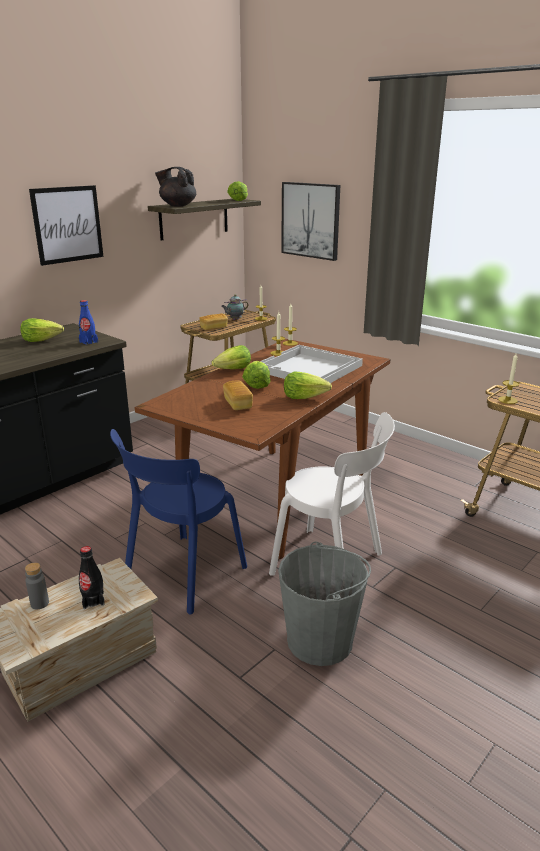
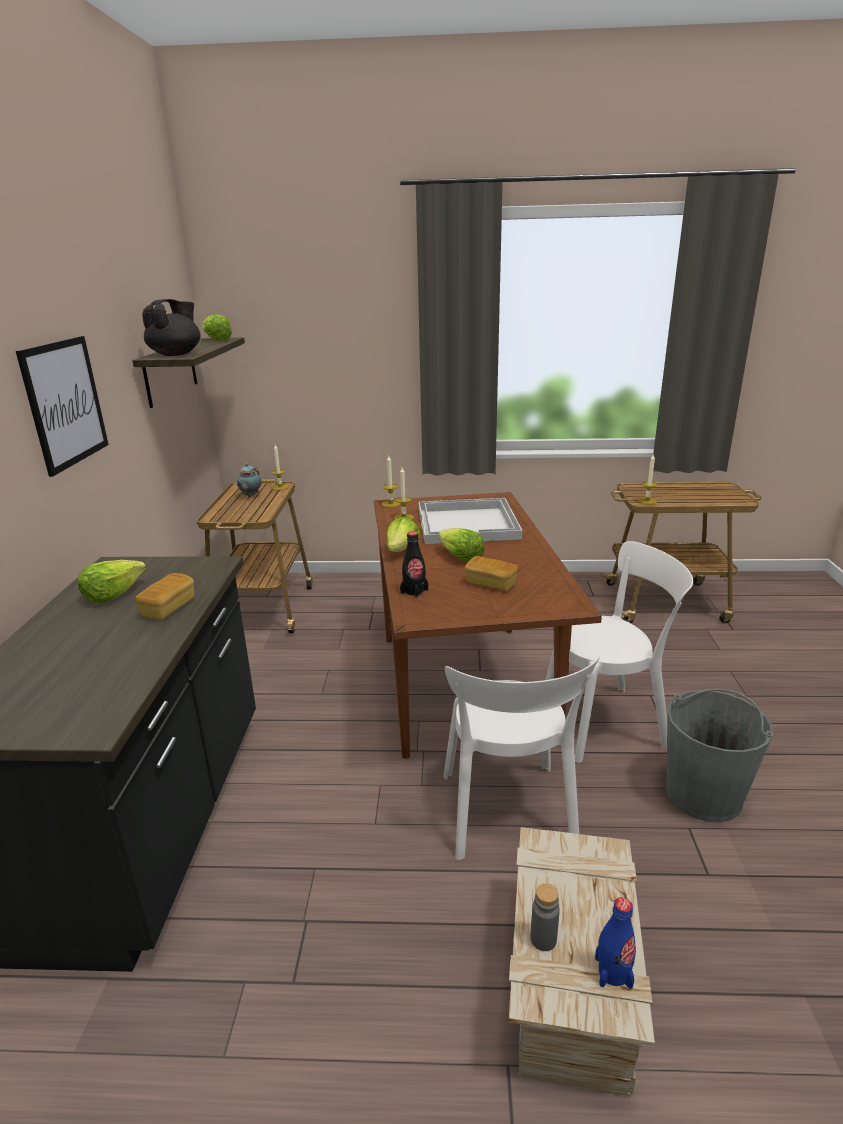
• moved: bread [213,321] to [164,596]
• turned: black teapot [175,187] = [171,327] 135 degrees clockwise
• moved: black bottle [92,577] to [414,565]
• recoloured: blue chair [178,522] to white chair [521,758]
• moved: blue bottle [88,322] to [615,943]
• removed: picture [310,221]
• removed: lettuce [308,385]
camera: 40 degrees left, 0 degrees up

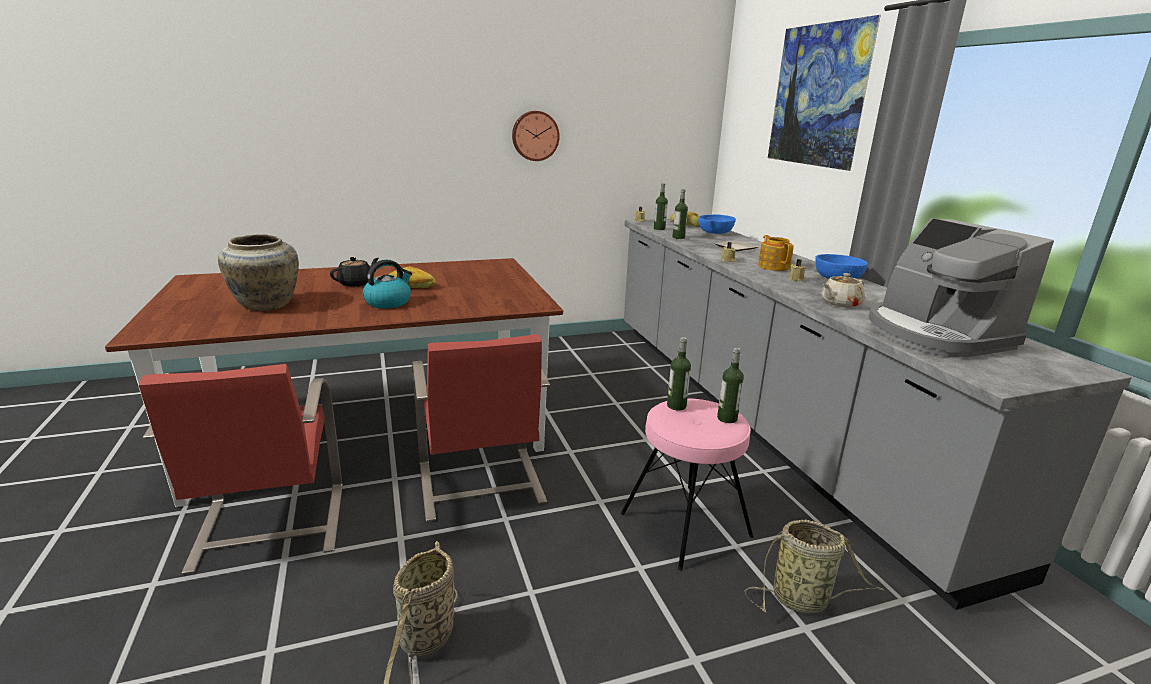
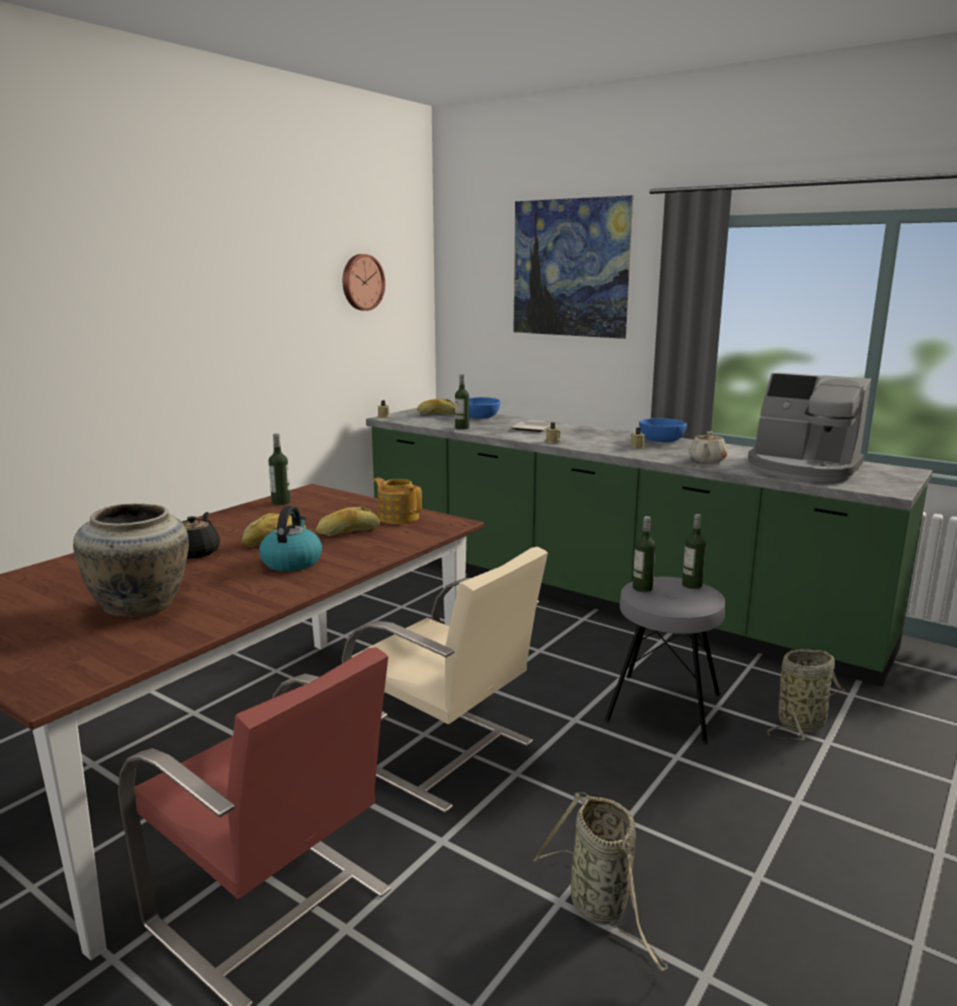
• moved: bottle [661,206] to [280,469]
• added: bread [348,521]
• recoloured: red chair [481,428] to beige chair [445,680]
• moved: wall clock [536,136] to [364,282]
• recoloured: grey counter [878,414] to green counter [649,547]
• moved: teapot [776,253] to [398,501]
• recoloured: pink stool [687,484] to grey stool [665,660]
camera: 35 degrees left, 5 degrees down

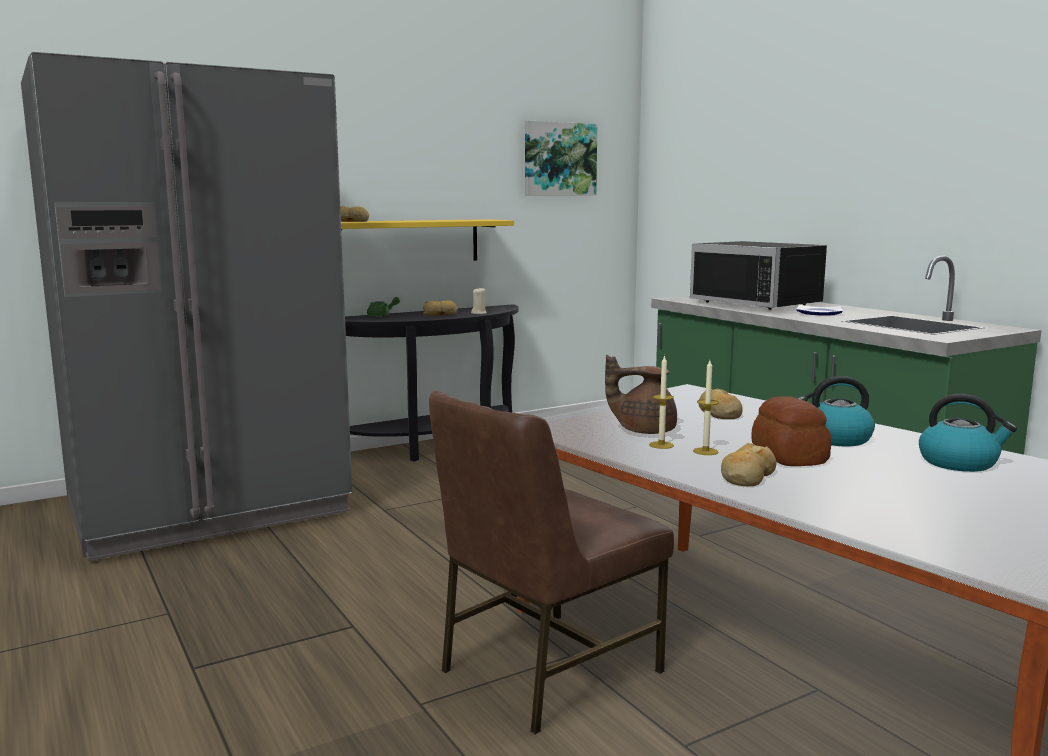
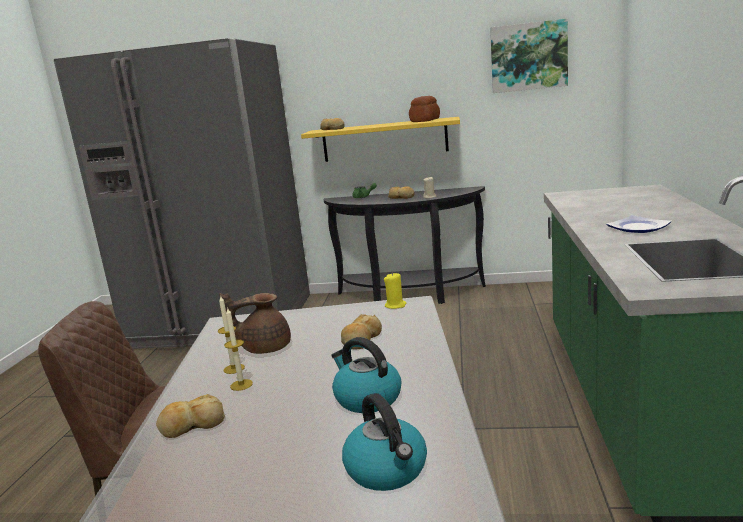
• turned: brown teapot [641,394] = [255,323] 60 degrees counterclockwise
• added: yellow candle [395,290]
• moved: bread [791,431] to [424,109]
• removed: black microwave [758,275]
camera: 40 degrees right, 5 degrees up

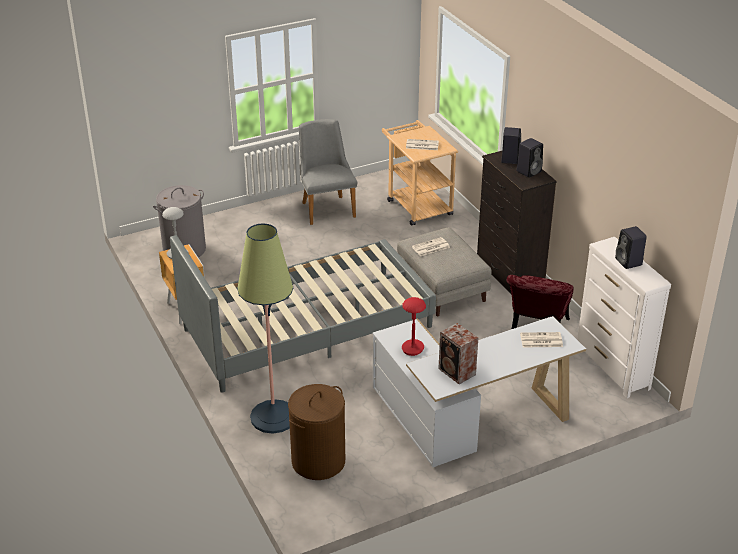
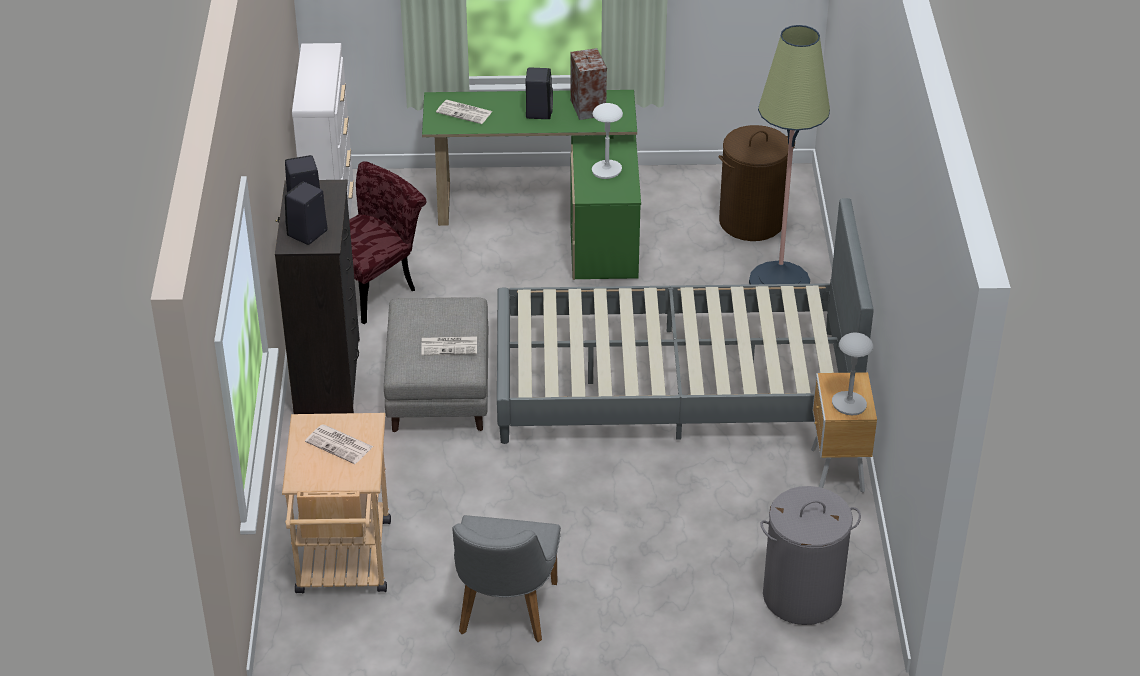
• recoloured: white desk [479,391] to green desk [531,185]
• moved: black speaker [631,247] to [539,93]
• recoloured: red table lamp [414,326] to white table lamp [607,141]
camera: 155 degrees left, 5 degrees up

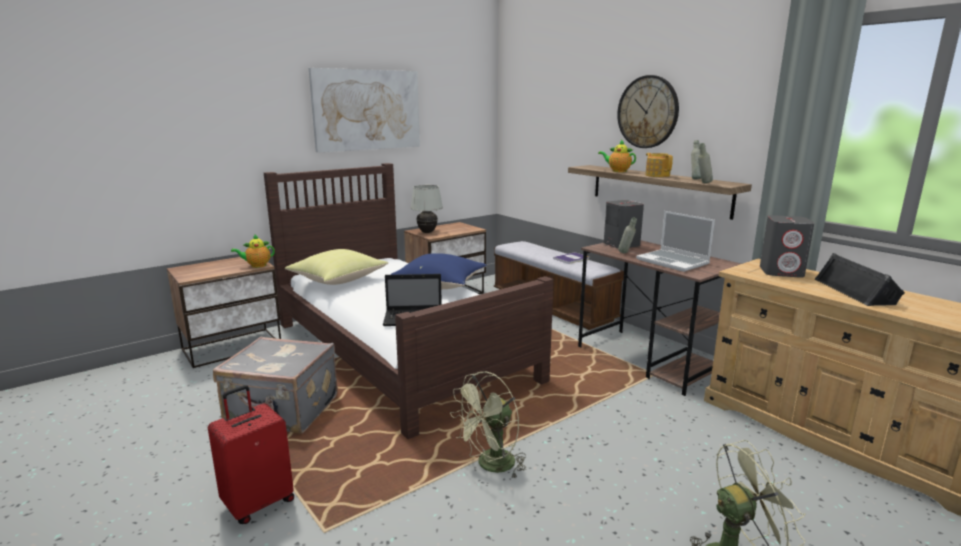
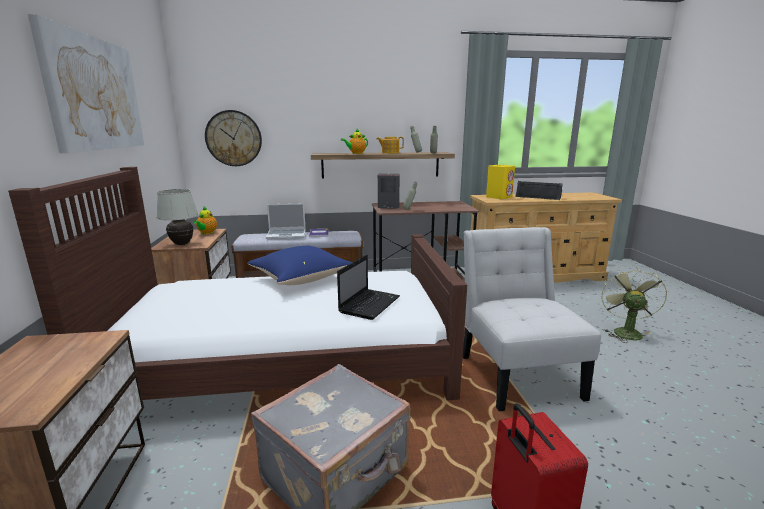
• moved: teapot [253,251] to [205,220]
• moved: wall clock [648,111] to [233,138]
• moved: laptop [675,241] to [286,221]
• replaced: green fan [488,424] to white chair [532,319]
• recoloured: grey speaker [787,246] to yellow speaker [500,182]
• removed: yellow pillow [336,267]
camera: 60 degrees left, 0 degrees up

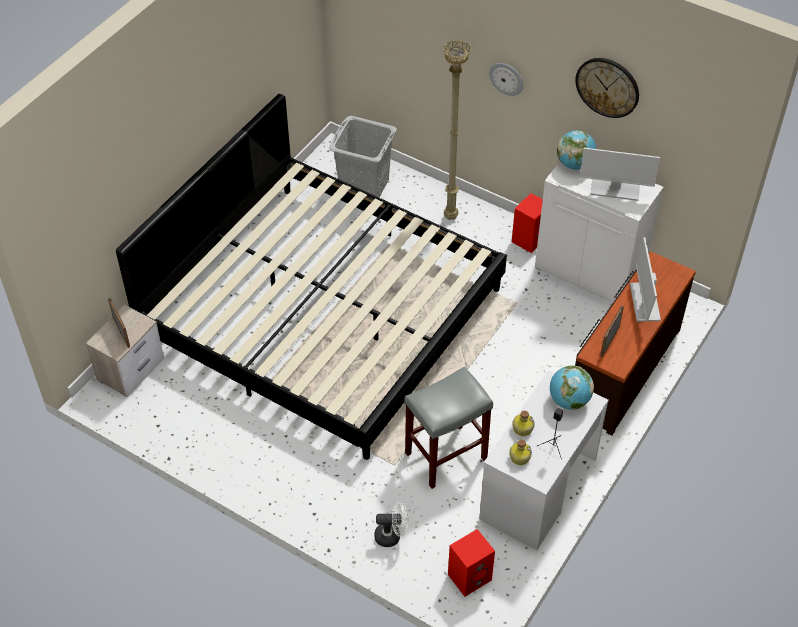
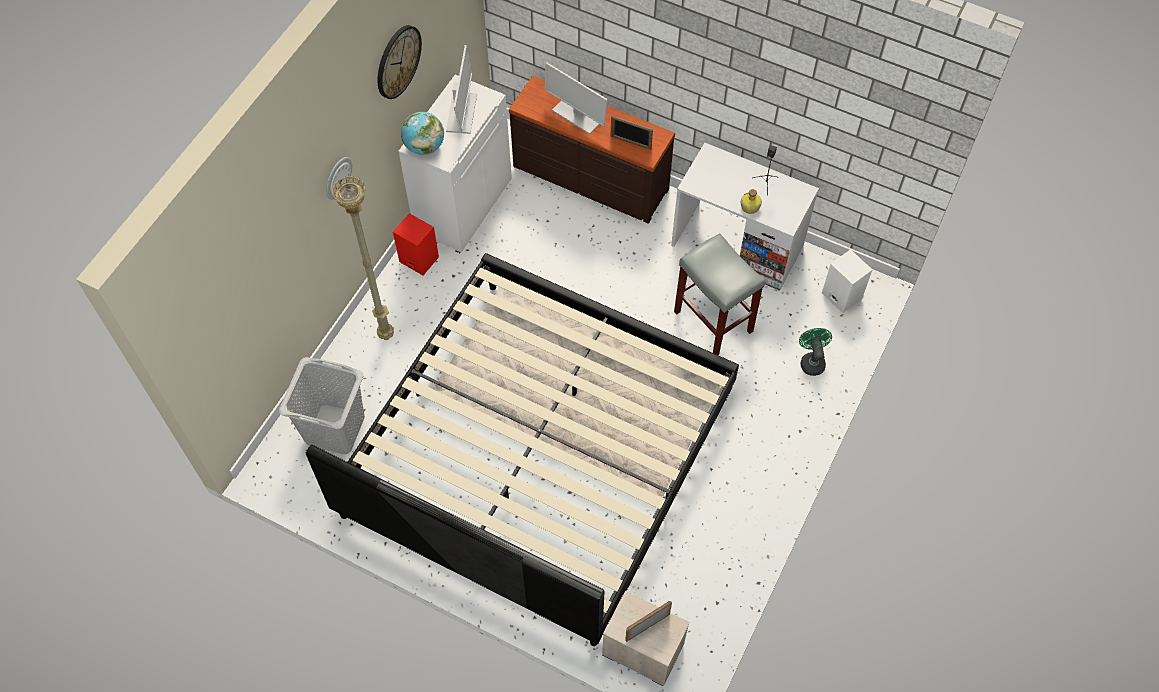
• turned: monitor [645,279] = [576,98] 45 degrees clockwise
• recoloured: white fan [391,524] to green fan [815,352]
• recoloured: red speaker [471,563] to white speaker [847,281]
• removed: bottle [520,452]
• removed: globe [572,388]
camera: 95 degrees left, 10 degrees up

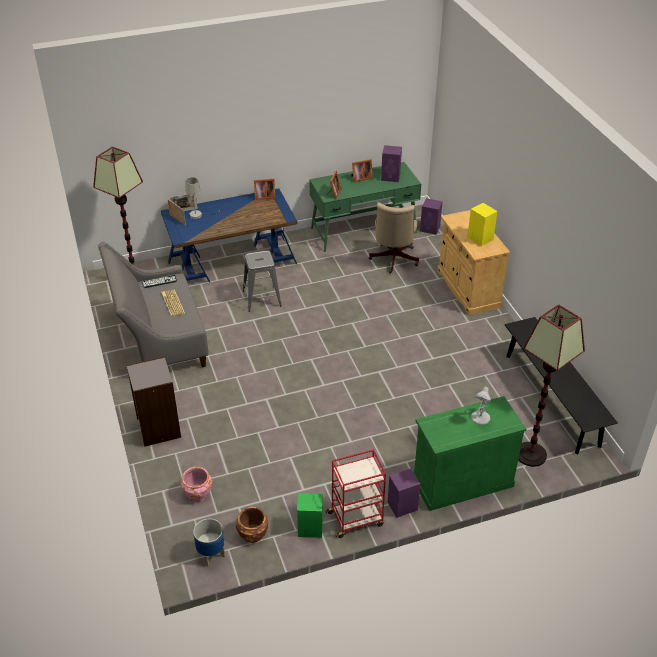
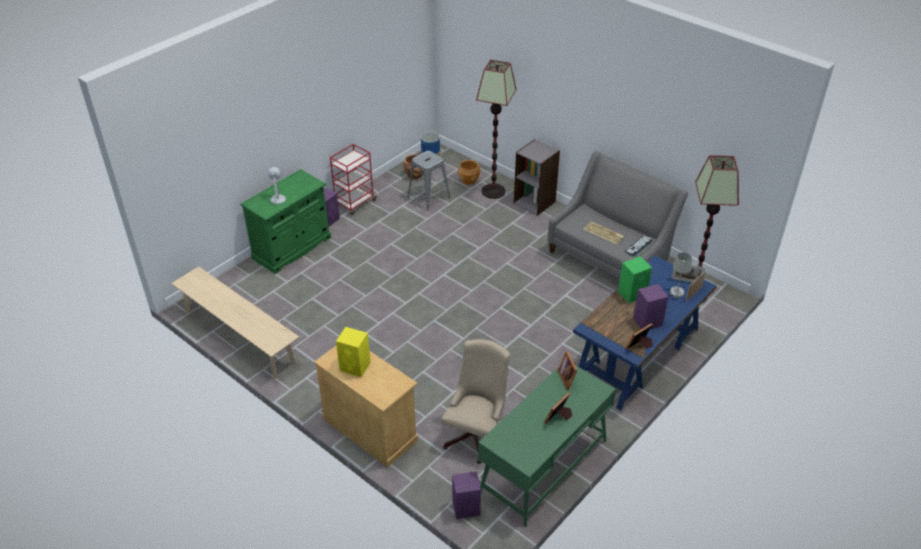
• recoloured: black bench [561,385] to beige bench [235,323]
• moved: grey stool [262,281] to [428,181]
• turned: beige office chair [394,238] = [475,401] 45 degrees clockwise
• recoloured: pink planter [196,484] to brown planter [469,172]
• moved: floor lamp [551,385] to [496,129]
• moved: green speaker [310,515] to [635,279]
• moved: purple speaker [391,163] to [650,306]
camera: 150 degrees right, 0 degrees up

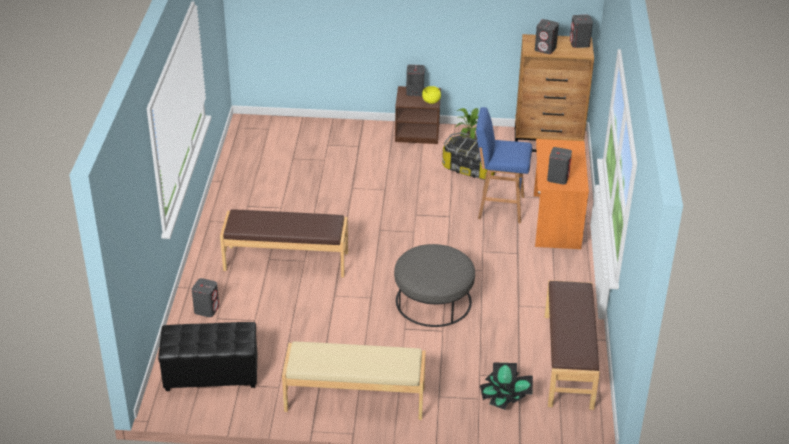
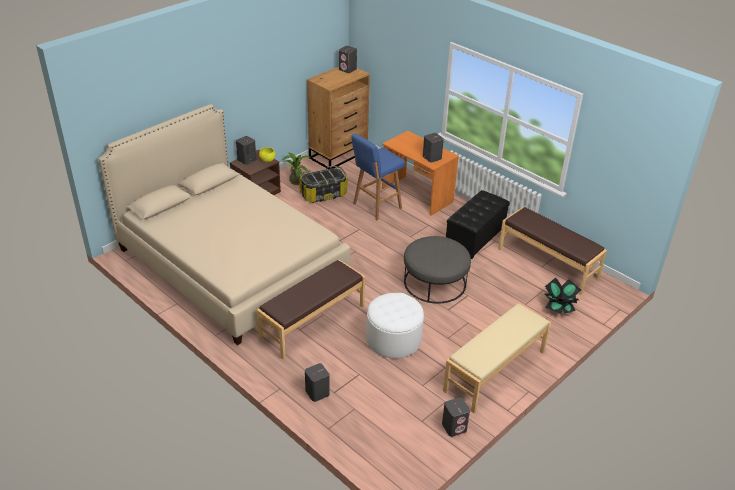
• added: beige bed [224,224]
• added: white ottoman [395,325]
• moved: grey speaker [547,36] to [456,417]
• moved: black ottoman [207,356] to [478,224]
camera: 50 degrees left, 0 degrees up

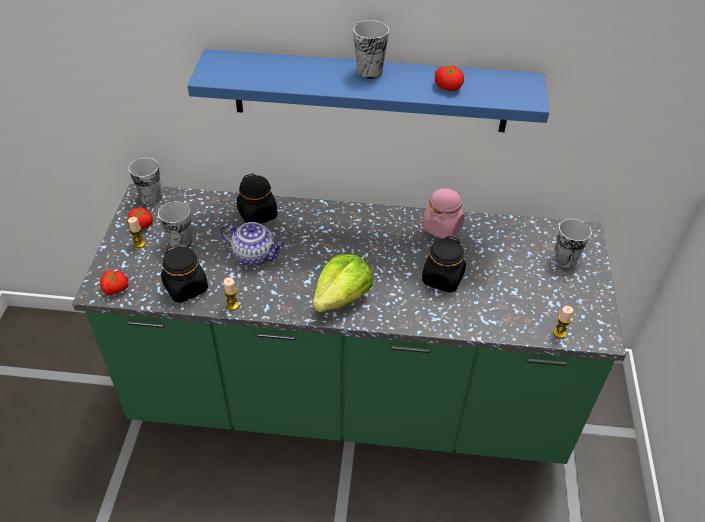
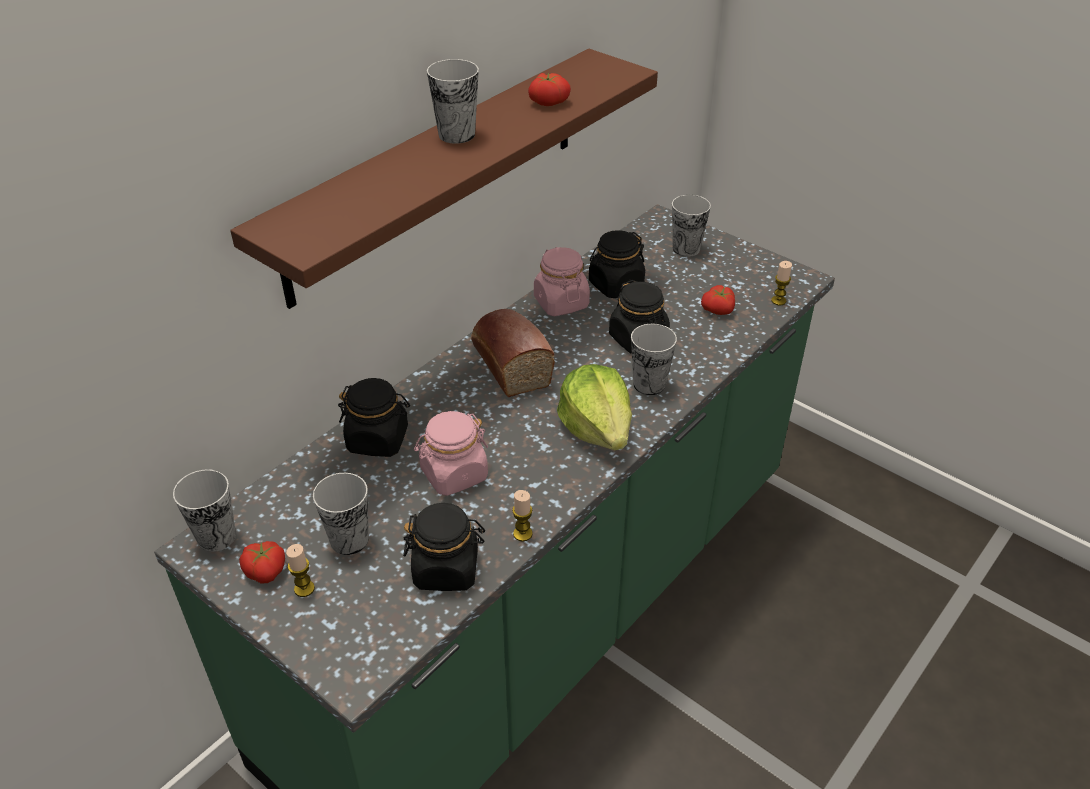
• recoloured: blue shelf [368,90] to brown shelf [444,179]
• replaced: teapot [253,244] to pink jar [451,453]
• added: bread [513,353]
• added: black jar [617,264]
• added: cup [654,359]
• moved: tomato [114,282] to [718,300]
camera: 55 degrees left, 5 degrees down

